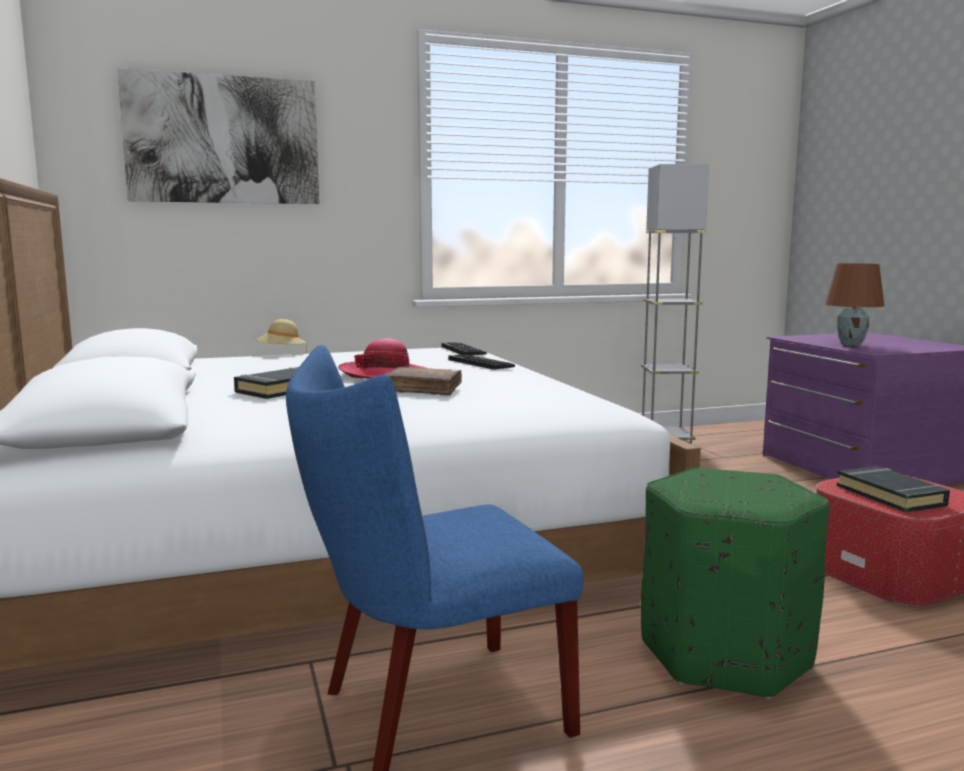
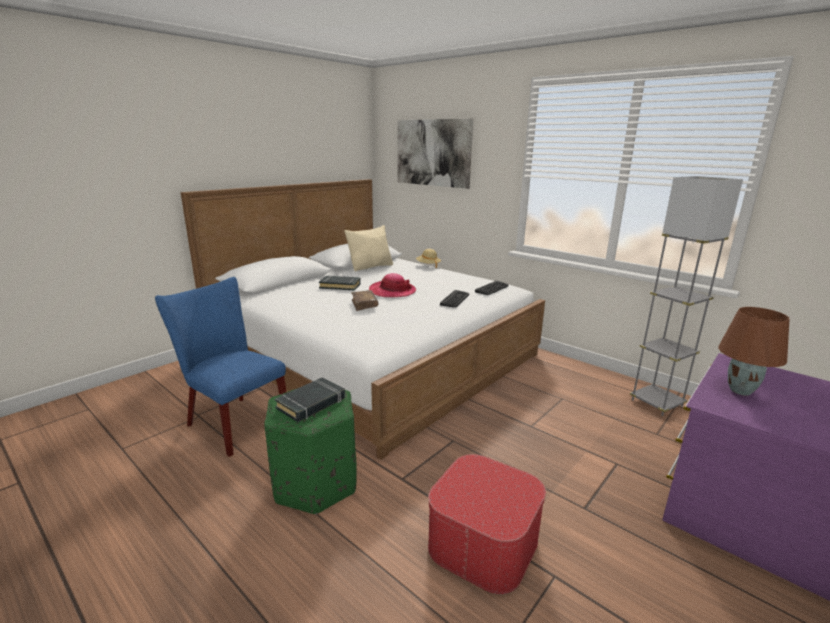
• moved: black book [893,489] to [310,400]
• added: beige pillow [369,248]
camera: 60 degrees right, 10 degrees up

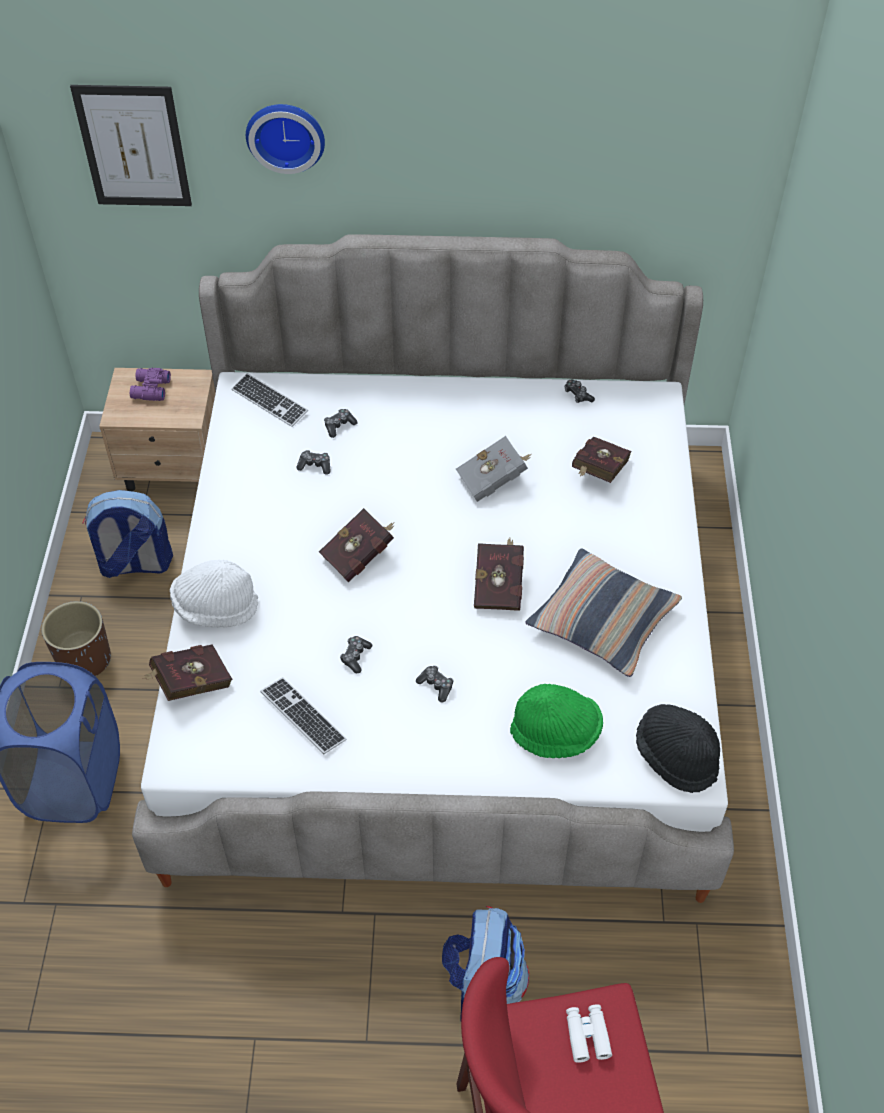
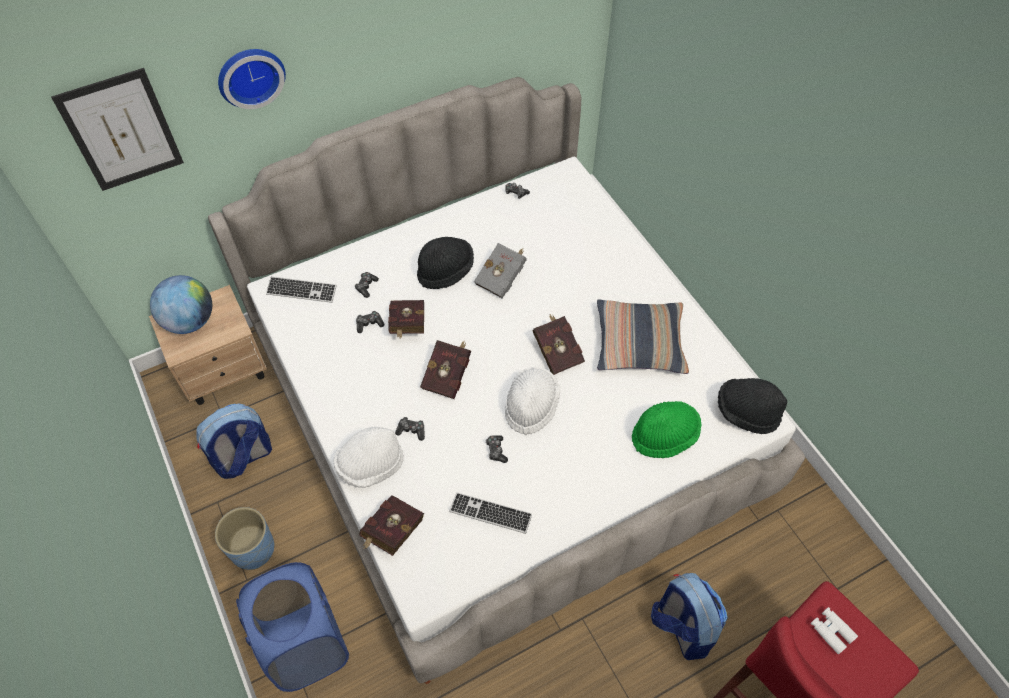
• replaced: purple binoculars [150,384] to globe [181,304]
• recoloured: brown planter [76,638] to blue planter [245,538]
• moved: red book [601,459] to [406,319]
• moved: game controller [435,684] to [410,429]
• added: black hat [445,263]
• added: white hat [533,401]
camera: 30 degrees left, 5 degrees up

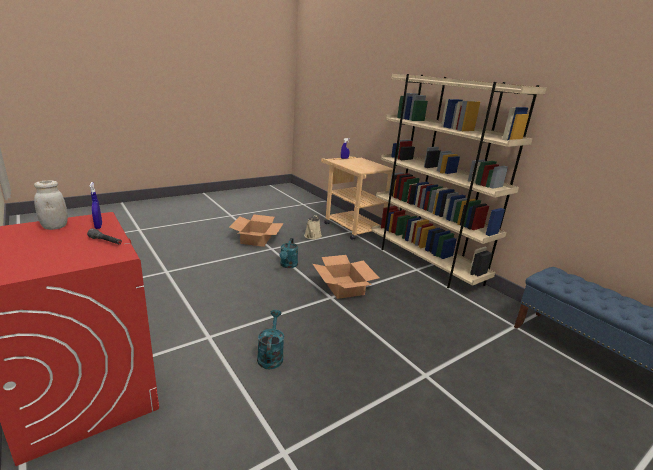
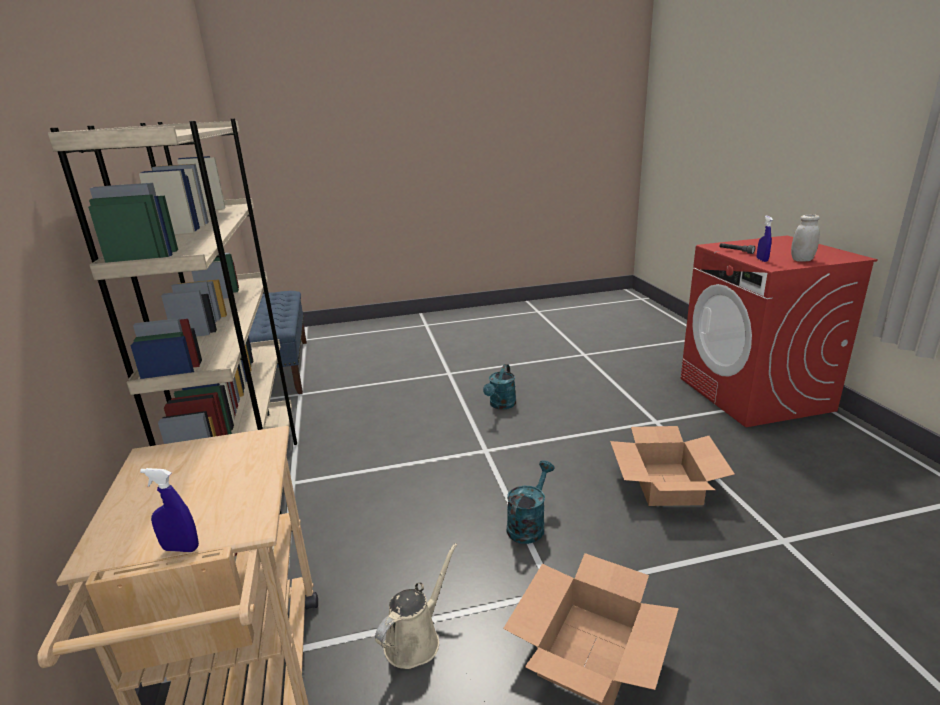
• moved: turquoise watering can [270,339] to [499,386]
• moved: cardboard box [346,277] to [672,466]
camera: 155 degrees left, 0 degrees up

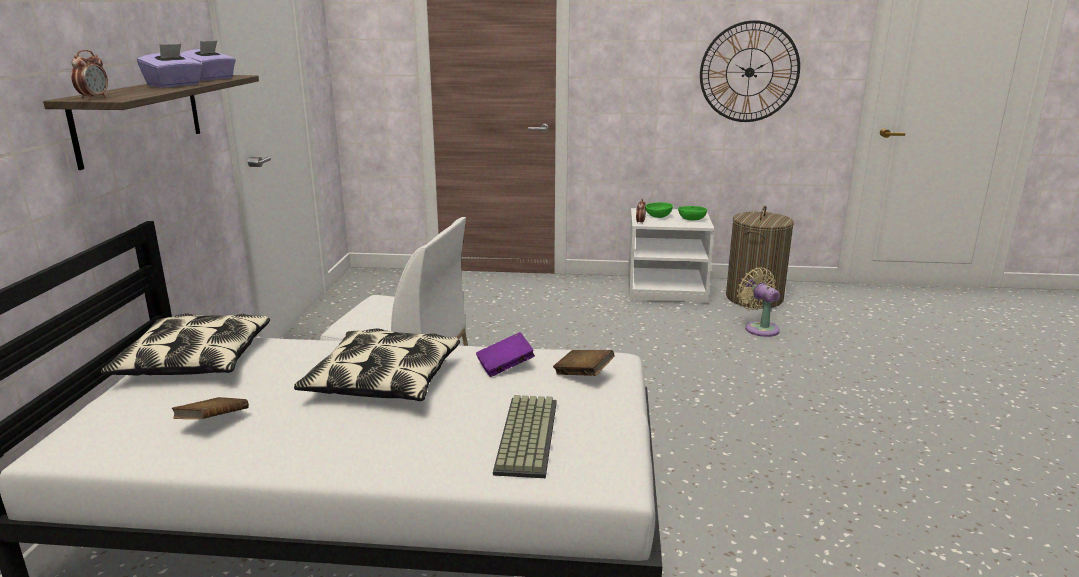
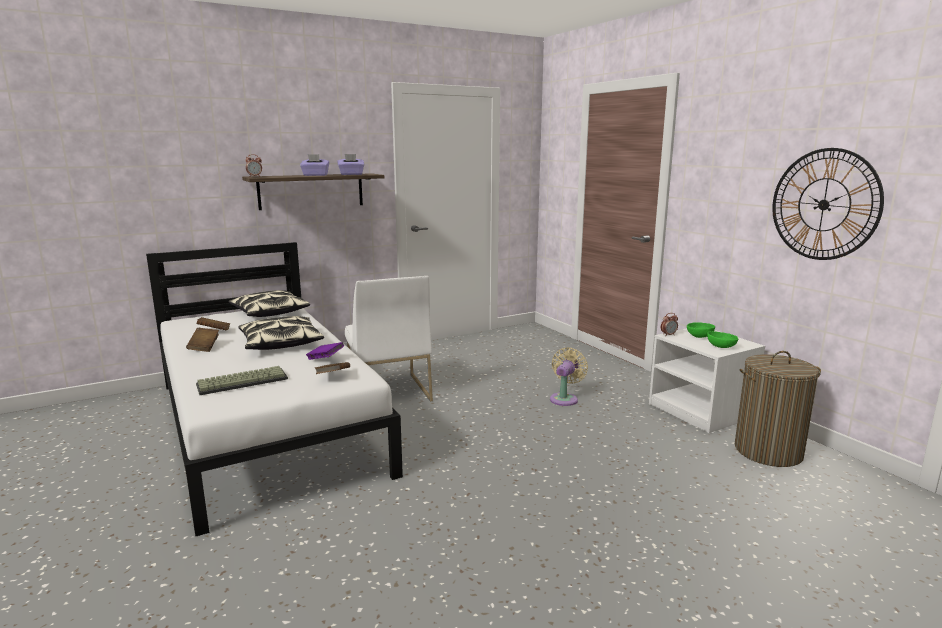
• added: brown book [202,340]
• moved: beige fan [758,302] to [569,376]
camera: 55 degrees right, 5 degrees down

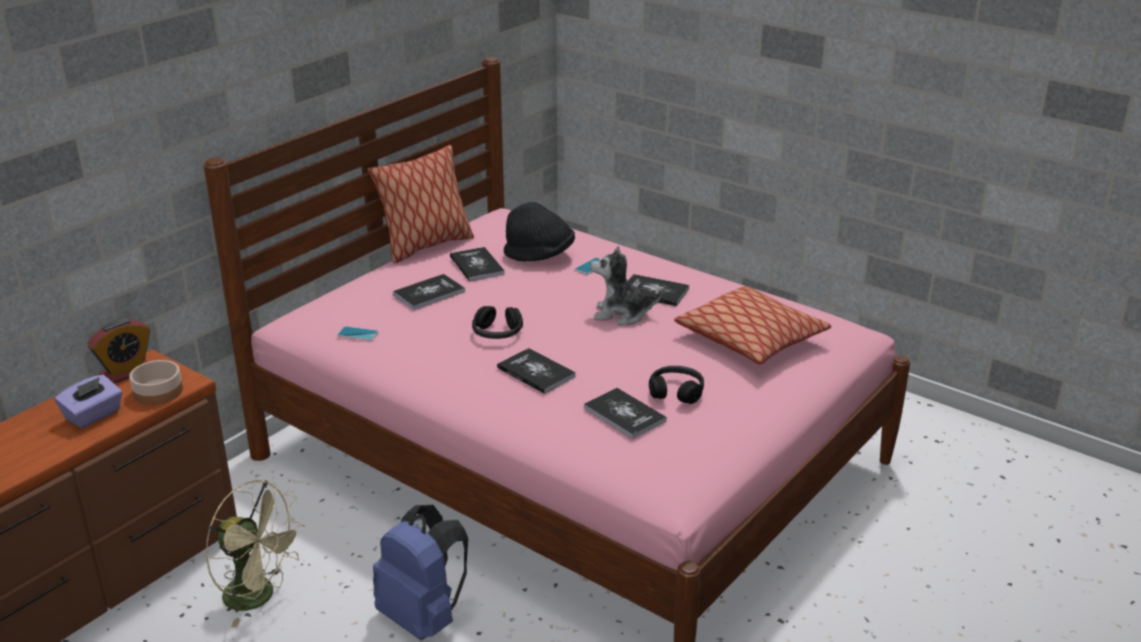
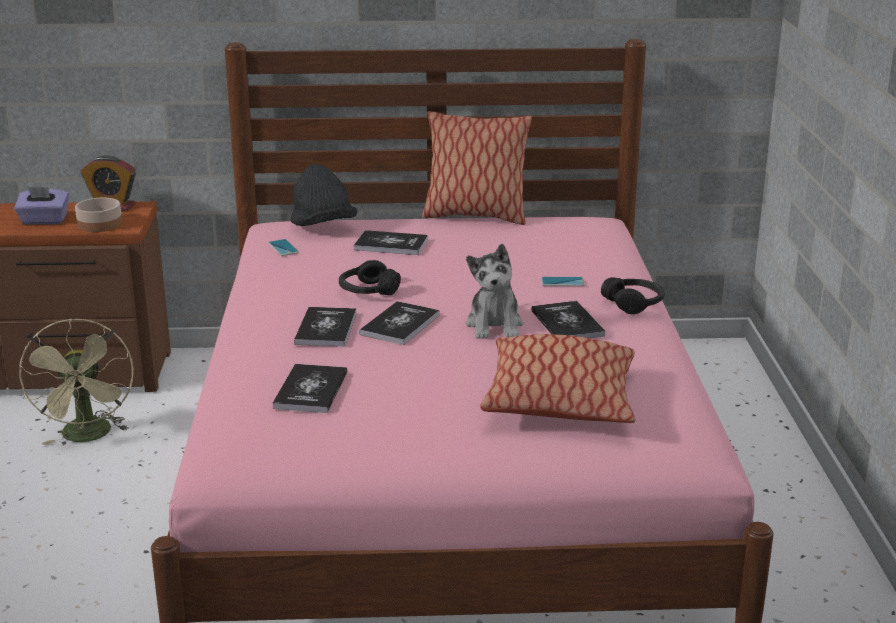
• moved: black hat [539,232] to [324,195]
• moved: book [477,264] to [399,323]
• turned: plush toy [626,285] = [494,291] 150 degrees counterclockwise
• moved: black headphones [676,385] to [633,295]
• removed: blue backpack [420,572]
camera: 50 degrees right, 5 degrees down

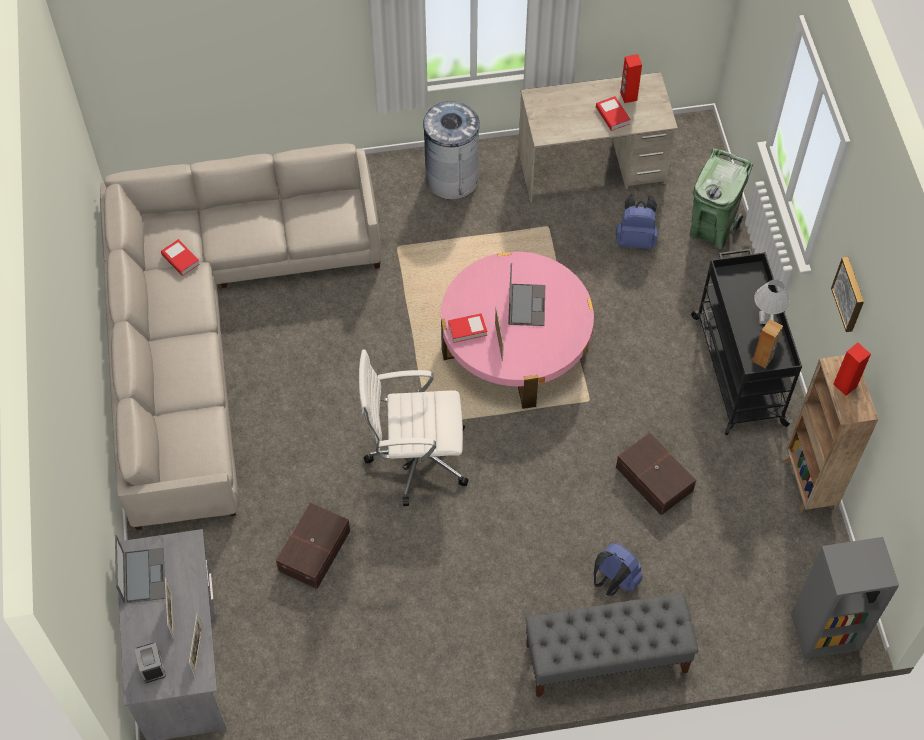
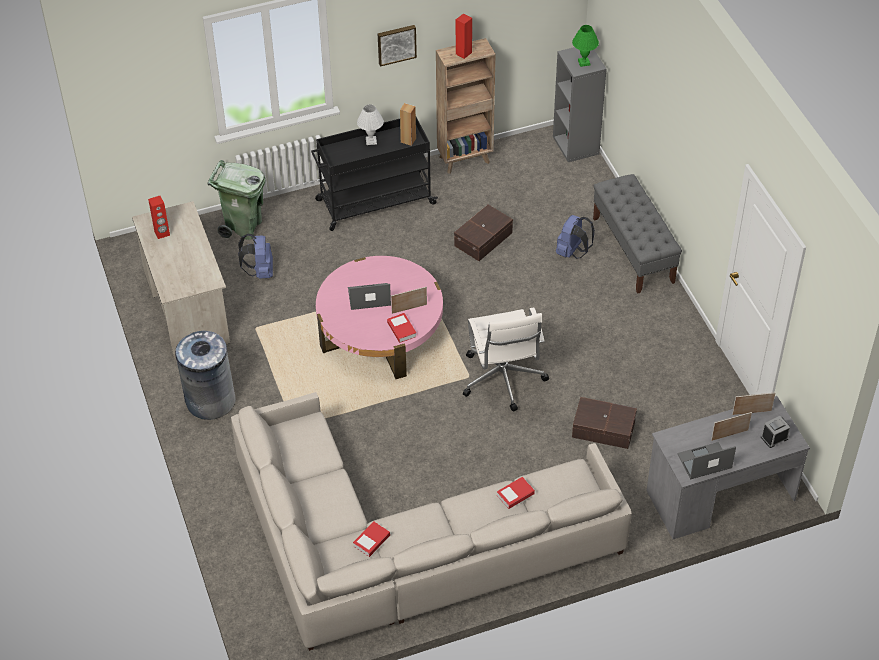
• moved: book [613,113] to [516,493]
• added: green table lamp [585,46]
camera: 100 degrees left, 10 degrees down

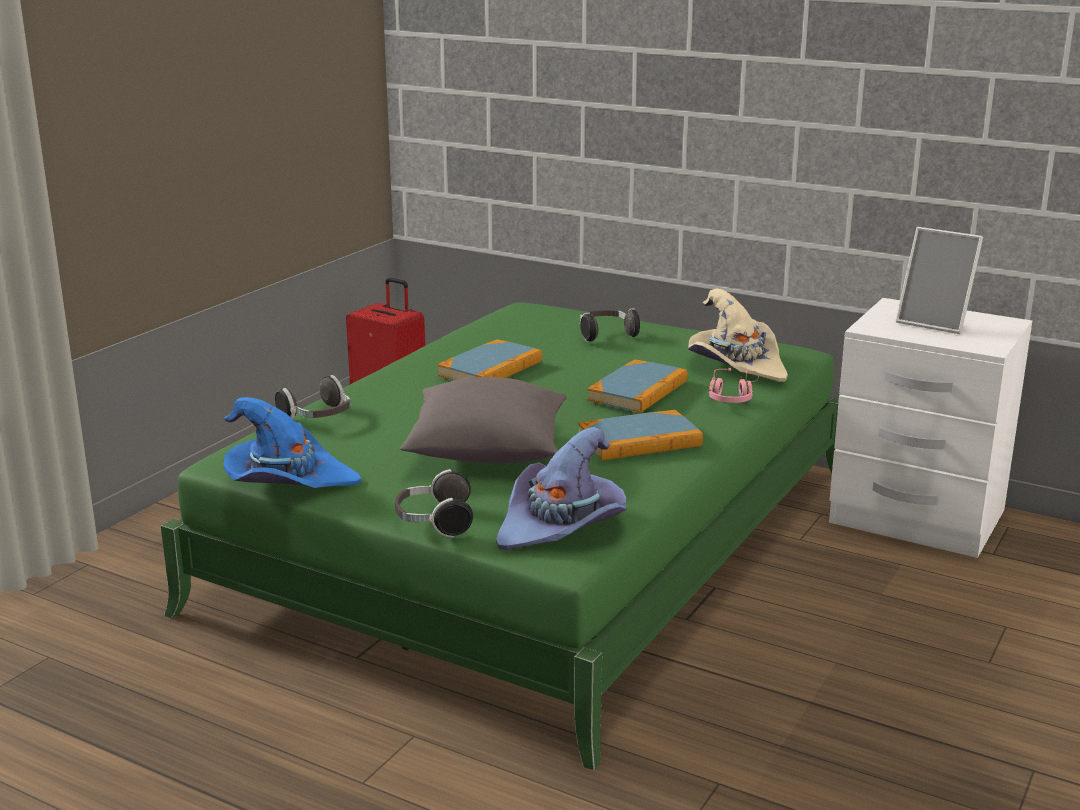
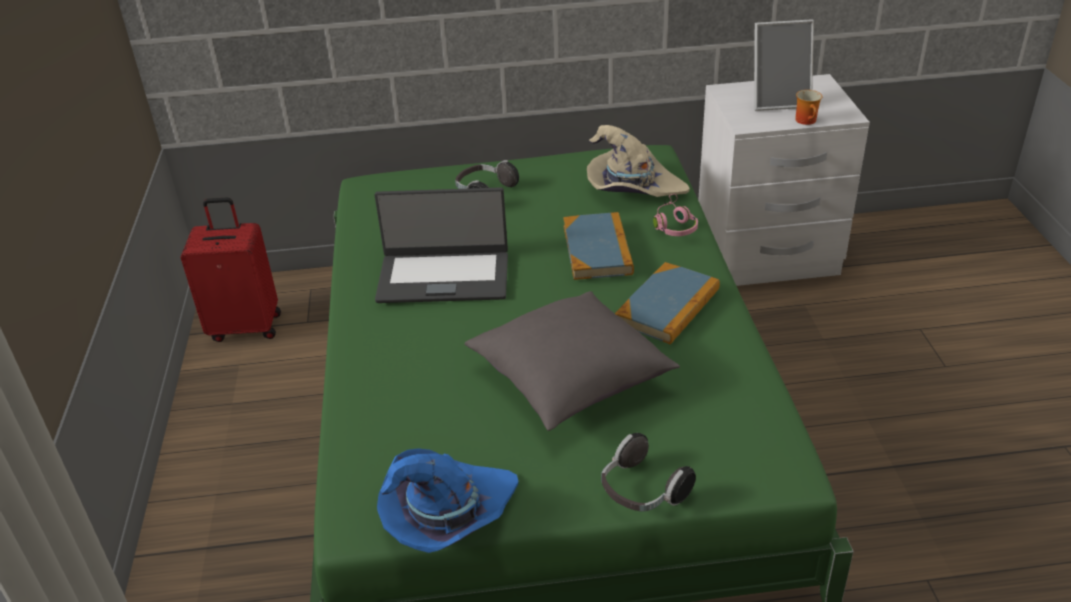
• replaced: book [489,359] to laptop [441,245]
• added: mug [809,107]
• removed: headphones [313,397]
• removed: purple hat [561,488]
camera: 35 degrees left, 15 degrees up

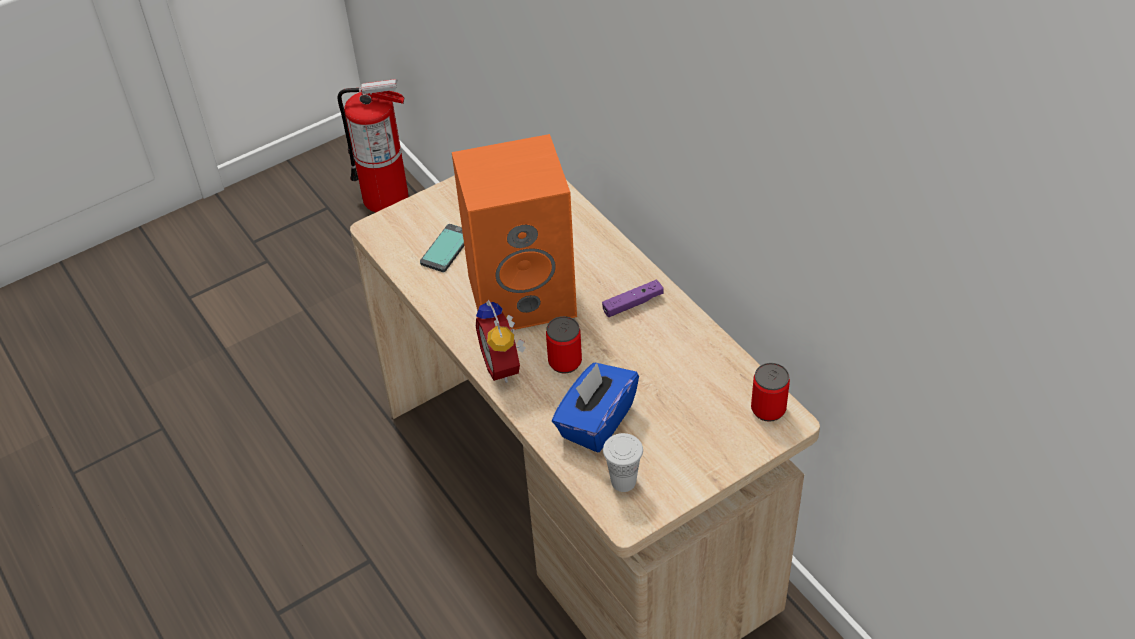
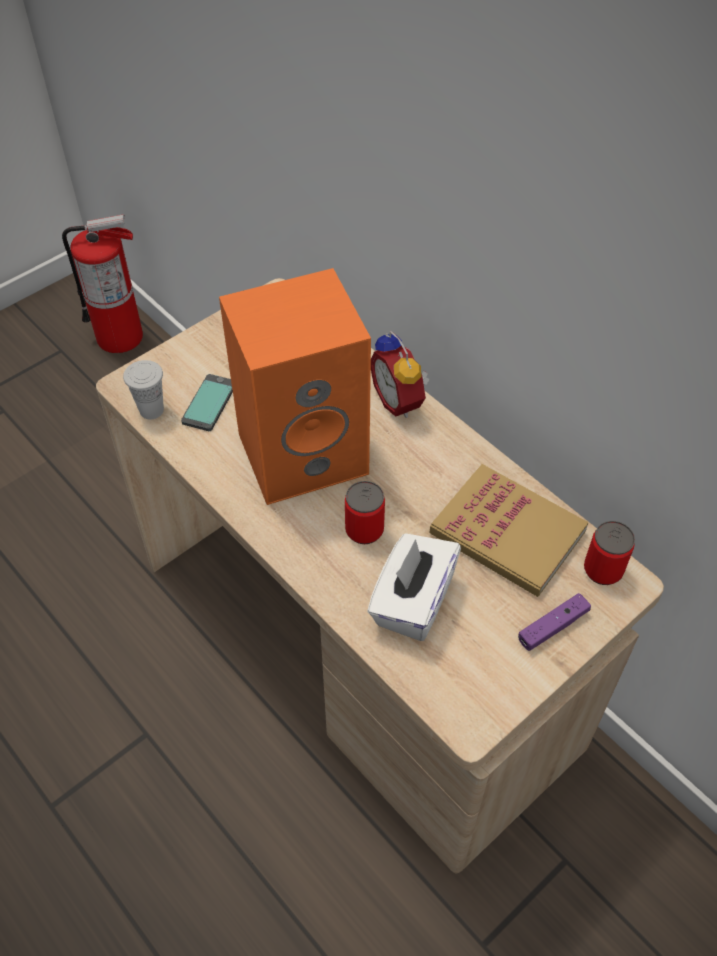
• moved: white cup [623,462] to [143,389]
• recoloured: blue tissue box [595,408] to white tissue box [414,587]
• moved: alarm clock [501,341] to [400,374]
• added: book [509,530]
• moved: purple game controller [633,298] to [554,622]
camera: 10 degrees left, 5 degrees up

